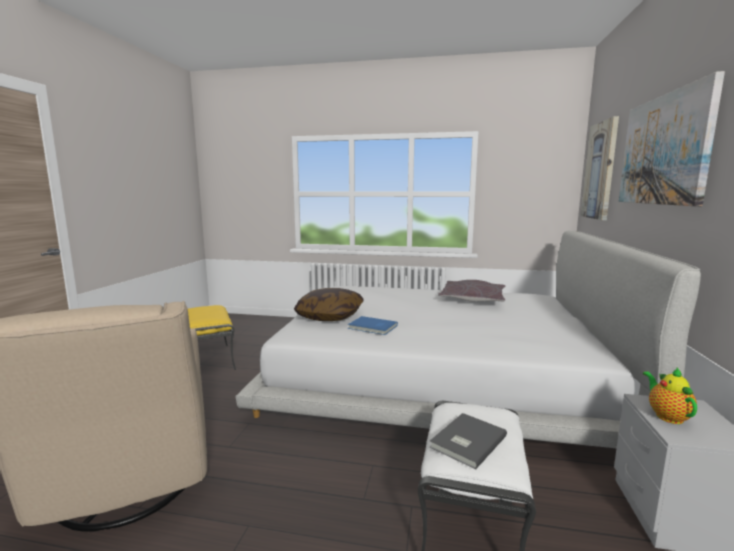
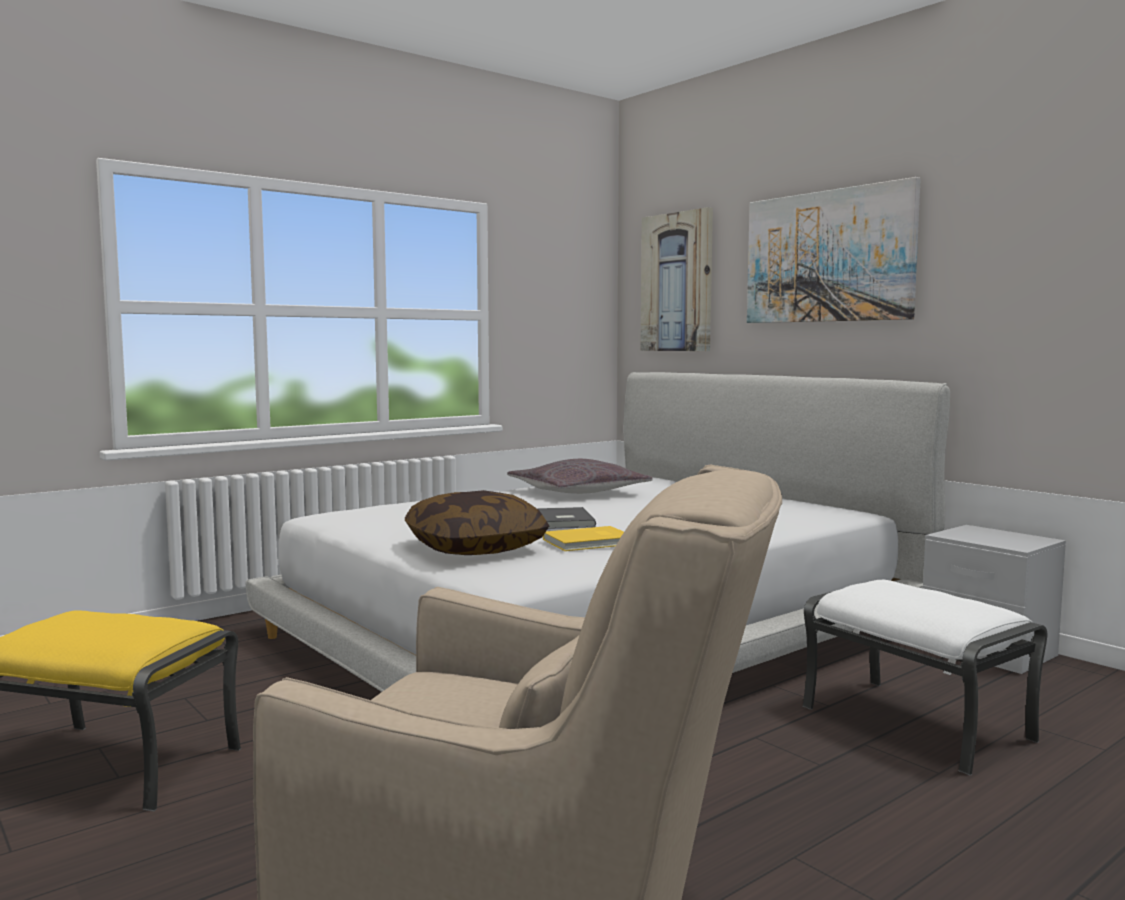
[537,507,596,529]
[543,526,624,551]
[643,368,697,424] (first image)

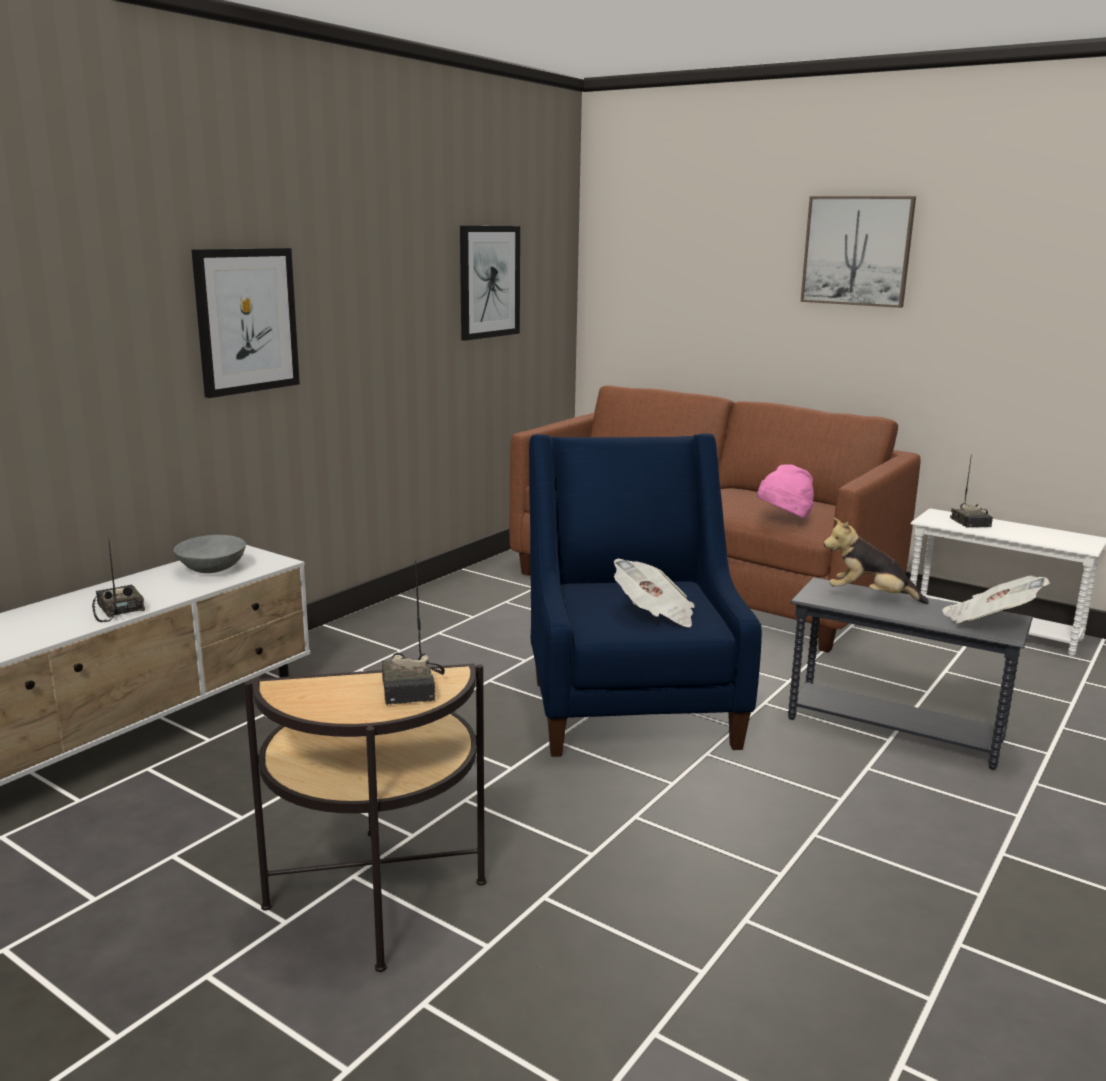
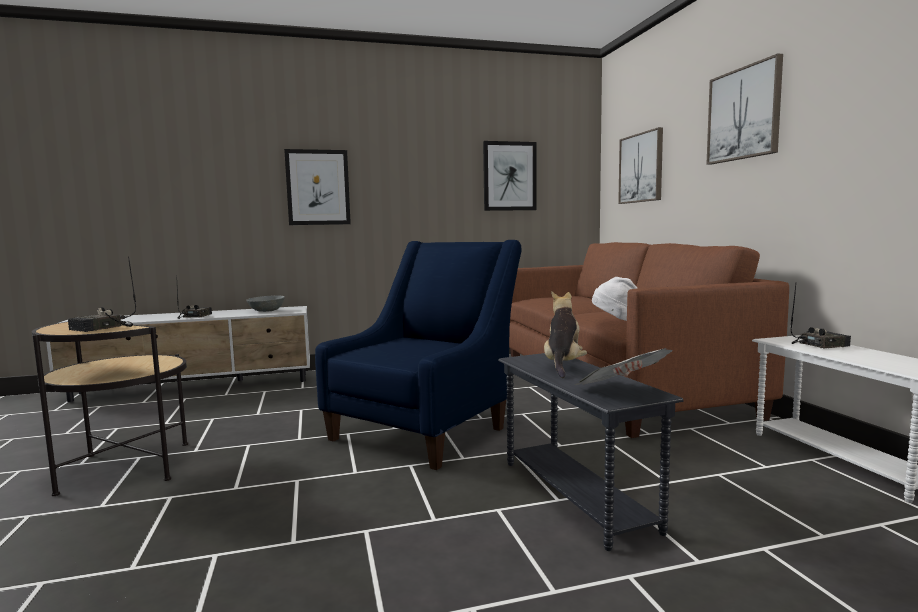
[544,291,587,378]
[592,277,637,321]
[618,127,663,204]
[791,285,851,348]
[614,559,694,627] (first image)

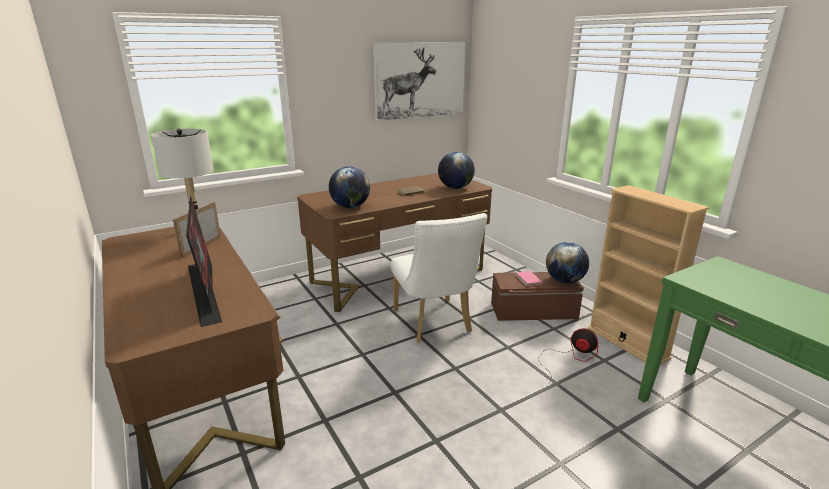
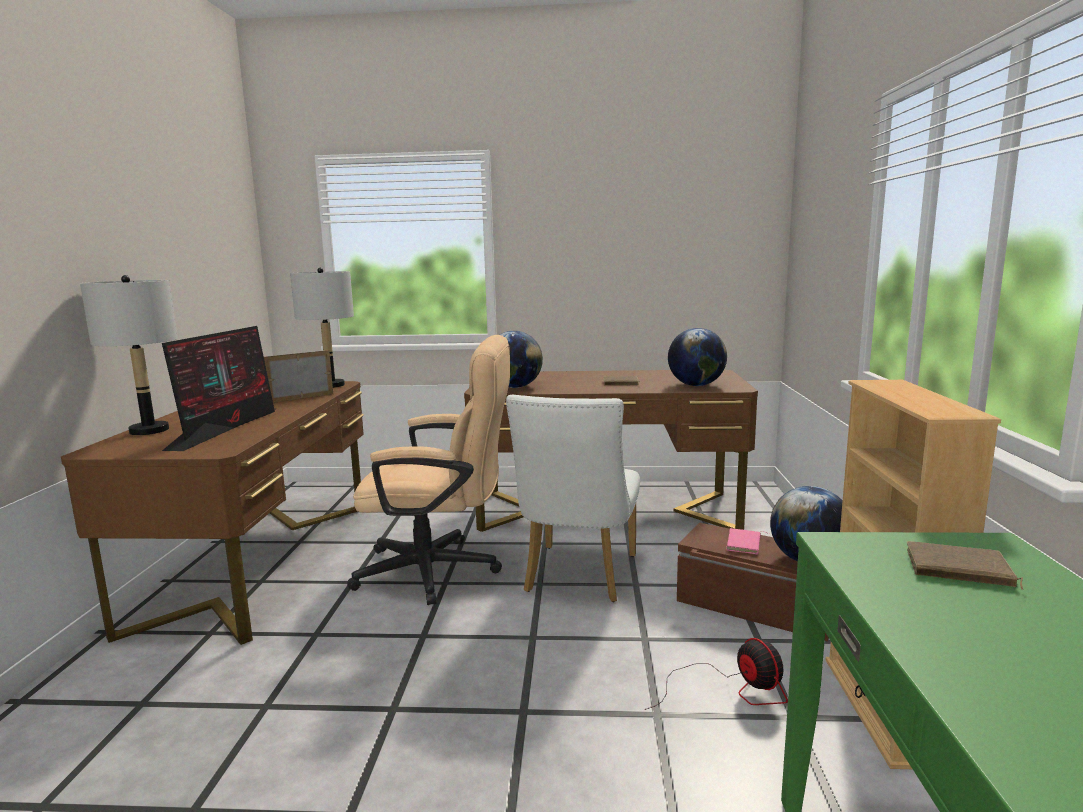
[80,275,178,435]
[347,335,510,605]
[907,541,1023,590]
[373,43,465,121] (first image)

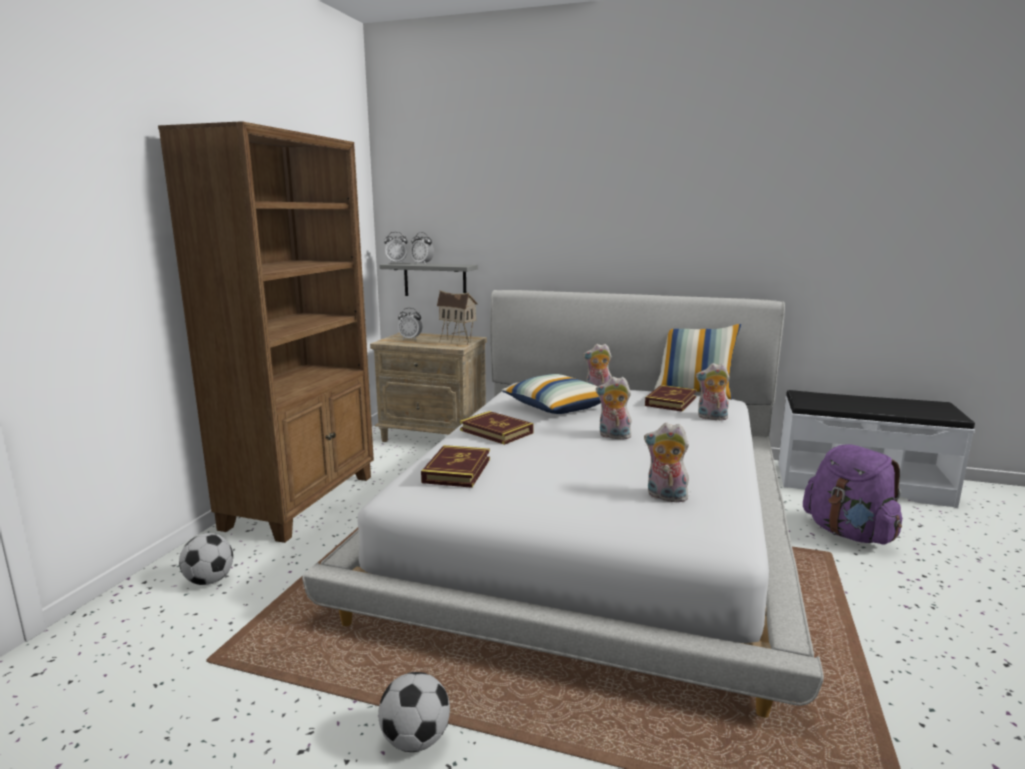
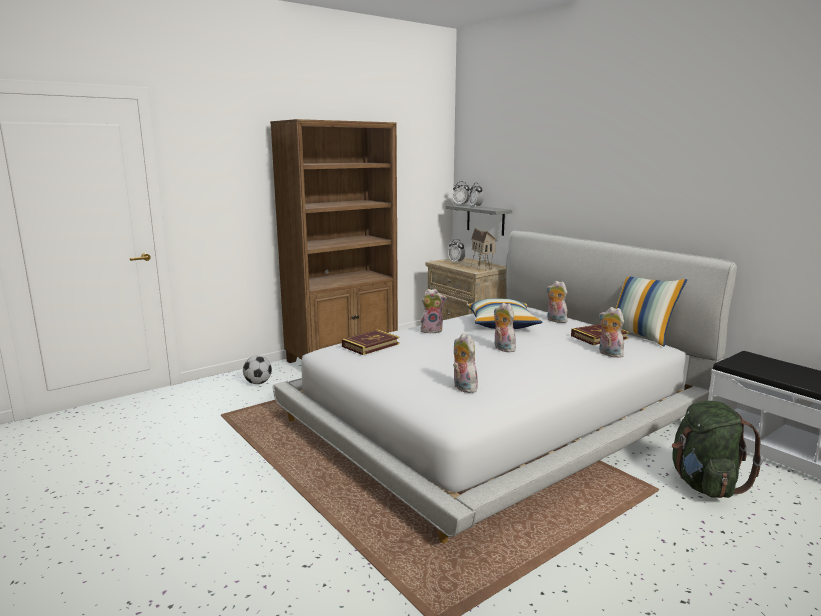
[420,289,447,334]
[672,401,763,498]
[378,672,450,752] (first image)

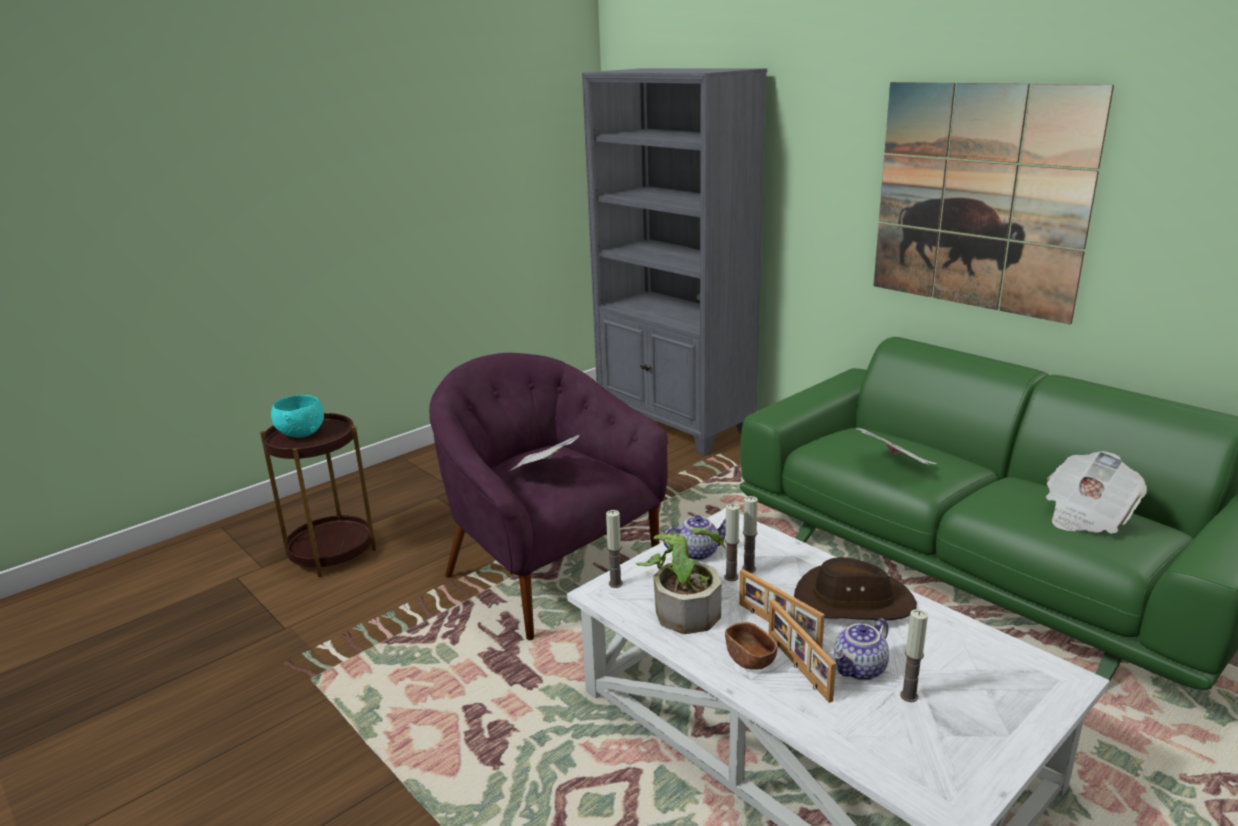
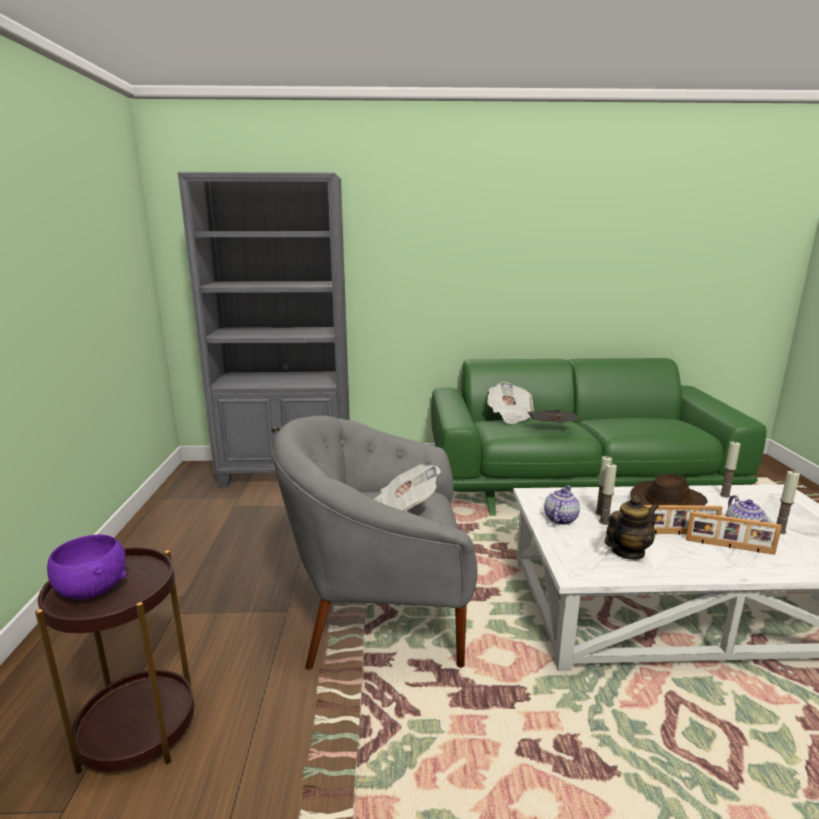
[47,535,126,599]
[273,416,478,670]
[487,382,534,424]
[605,495,659,559]
[719,442,741,498]
[725,622,778,670] (first image)
[873,82,1114,325] (first image)

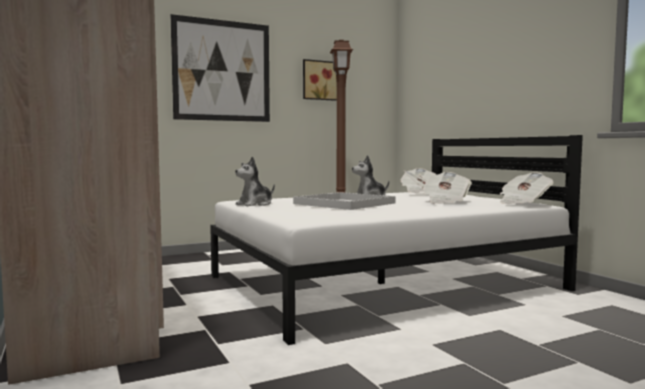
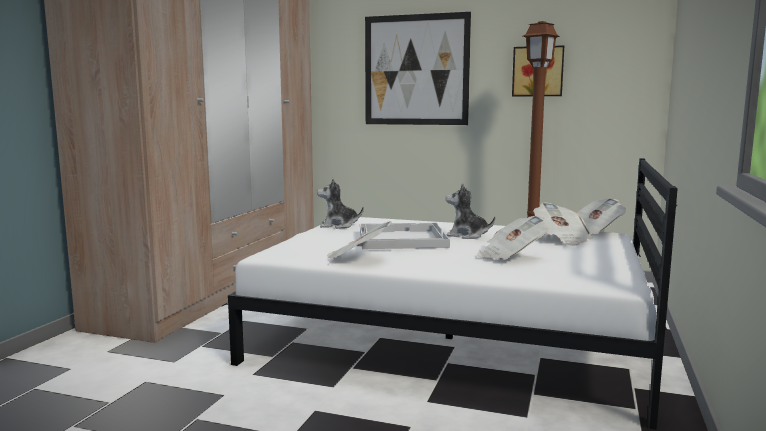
[327,221,392,260]

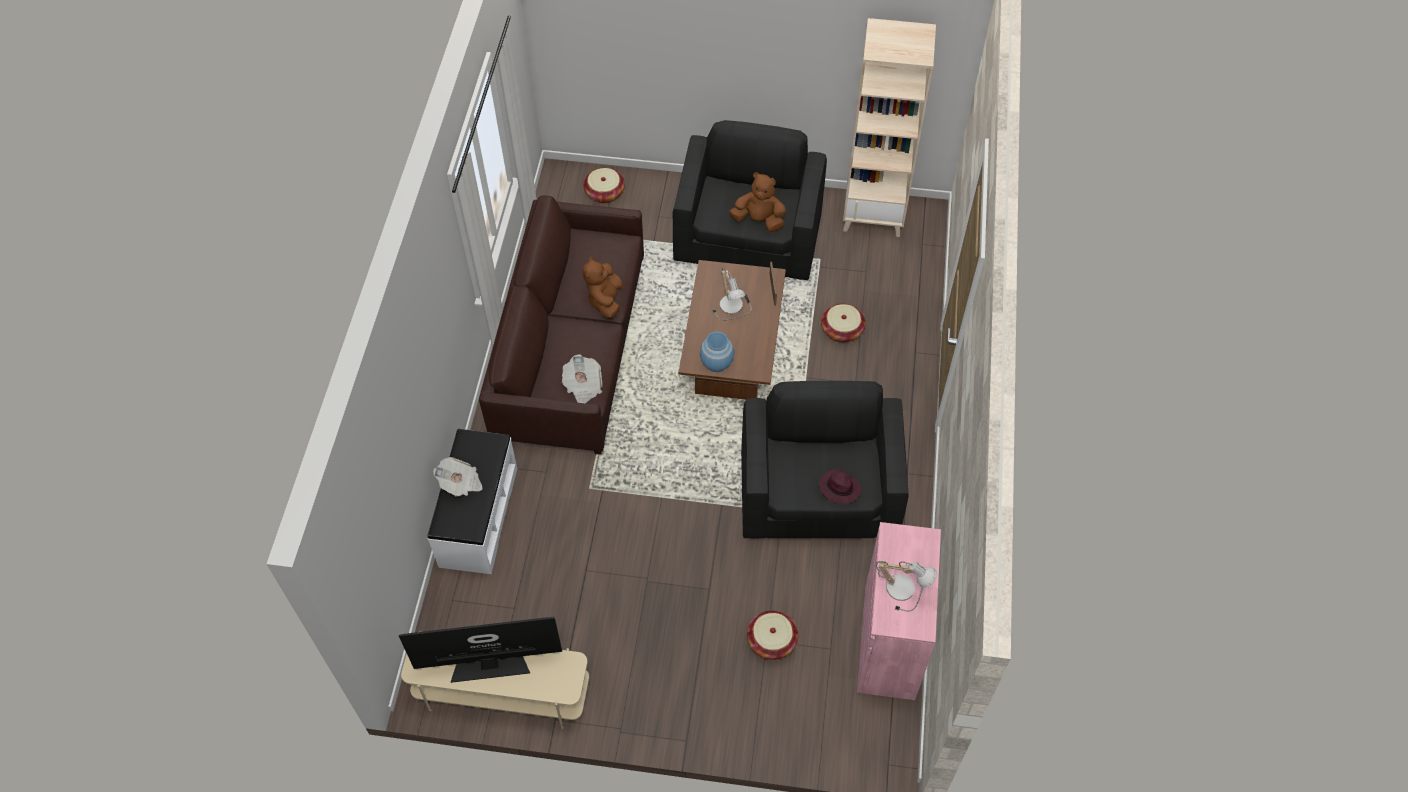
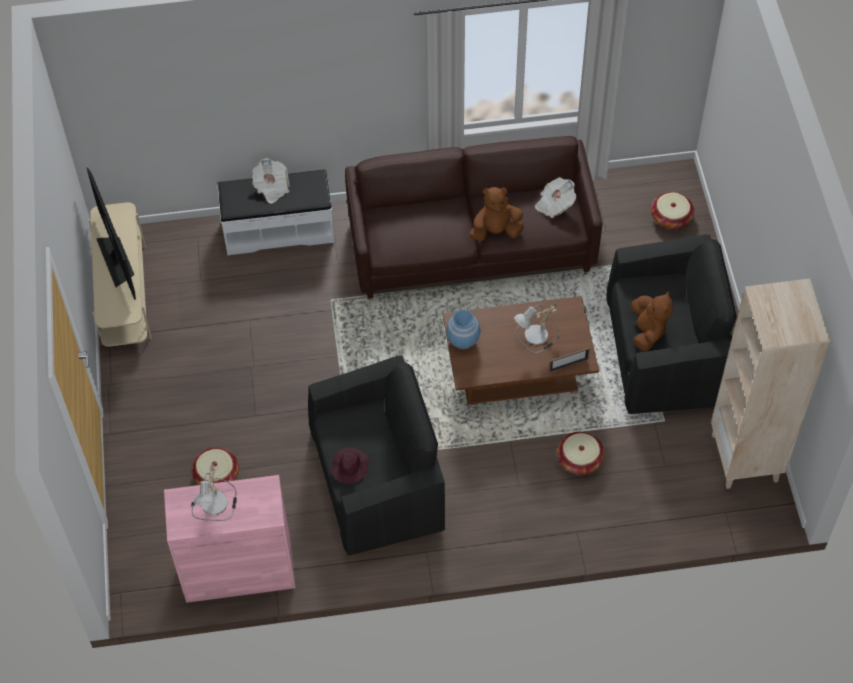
[535,177,576,218]

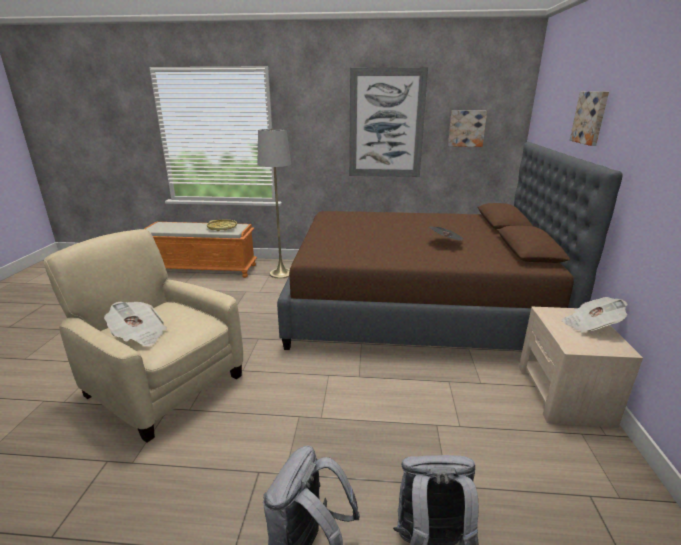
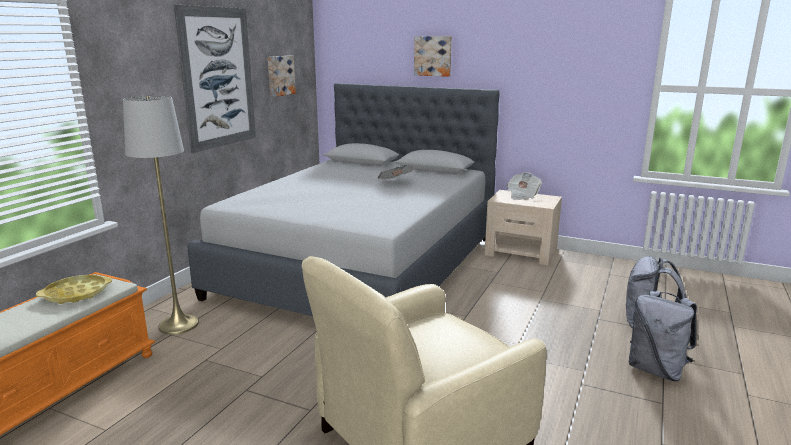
[187,83,500,316]
[104,302,167,347] (first image)

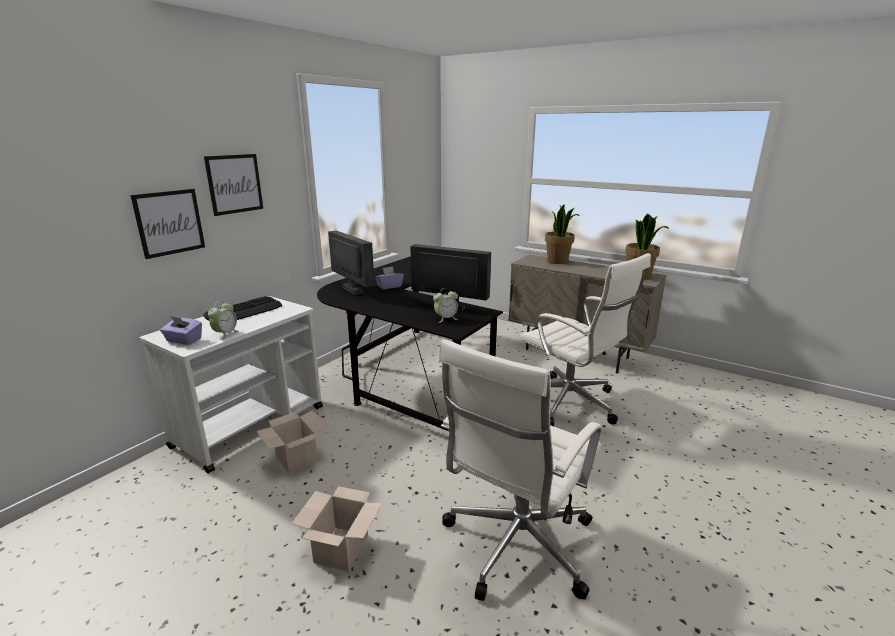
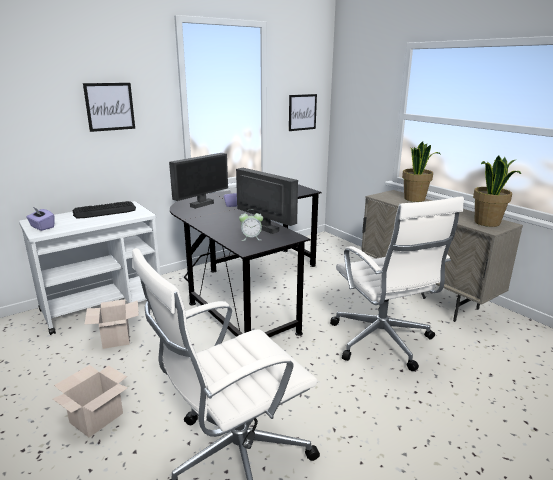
[169,153,228,209]
[289,94,317,131]
[208,301,239,340] (first image)

